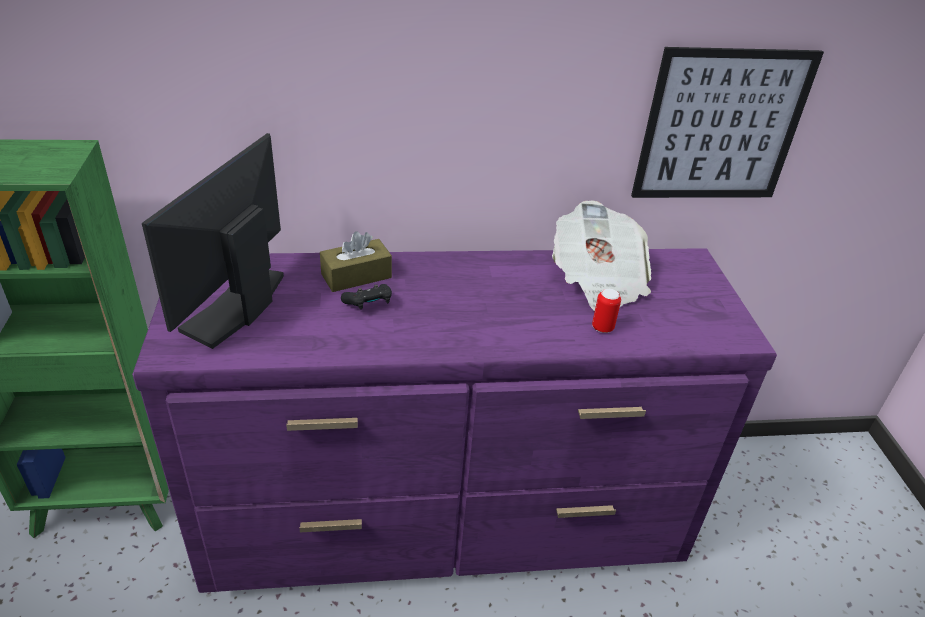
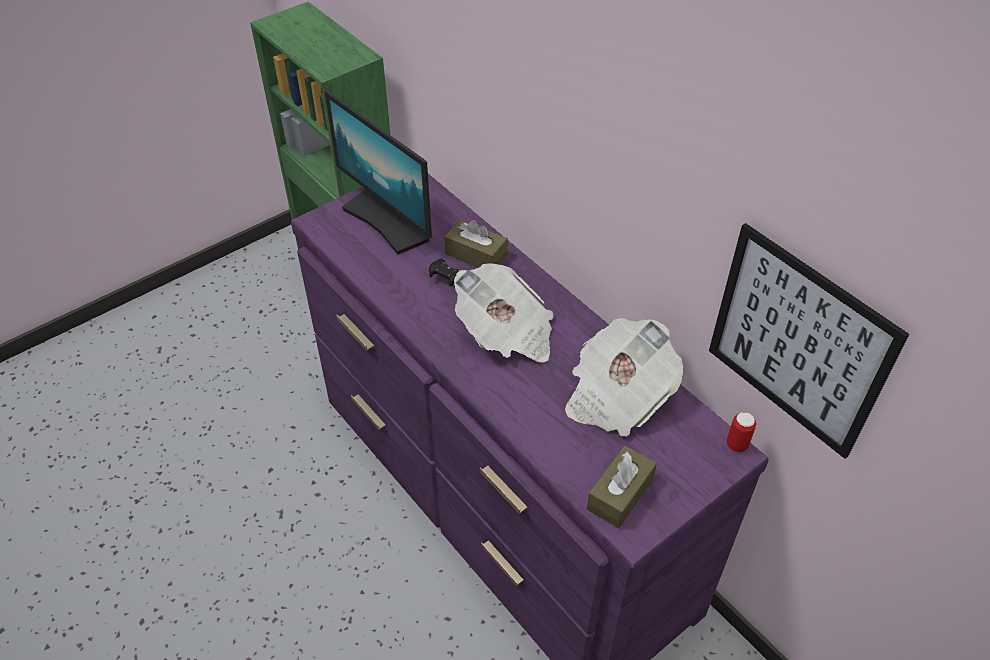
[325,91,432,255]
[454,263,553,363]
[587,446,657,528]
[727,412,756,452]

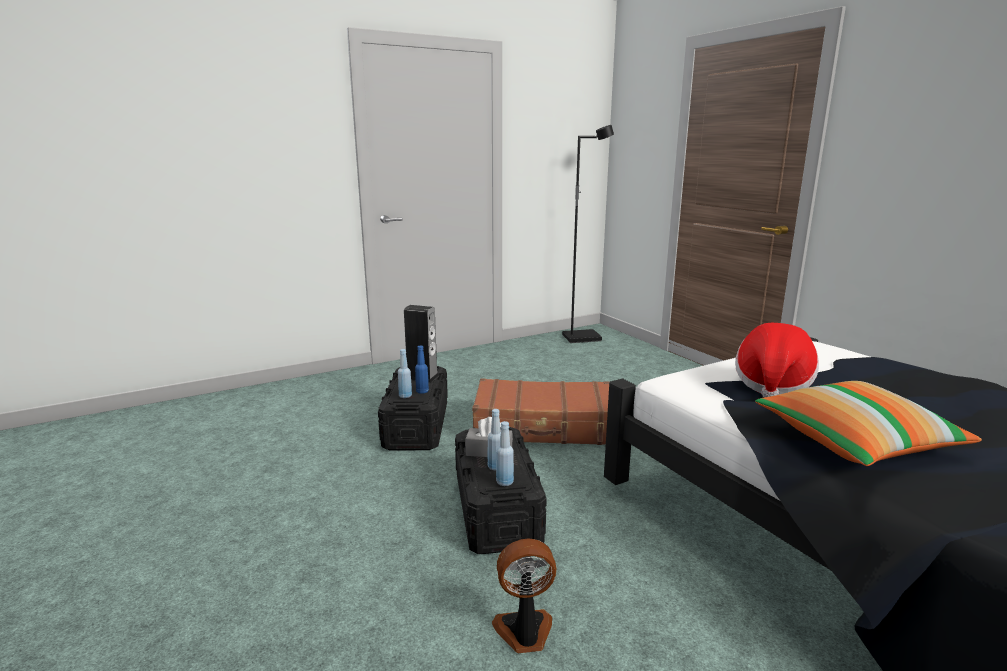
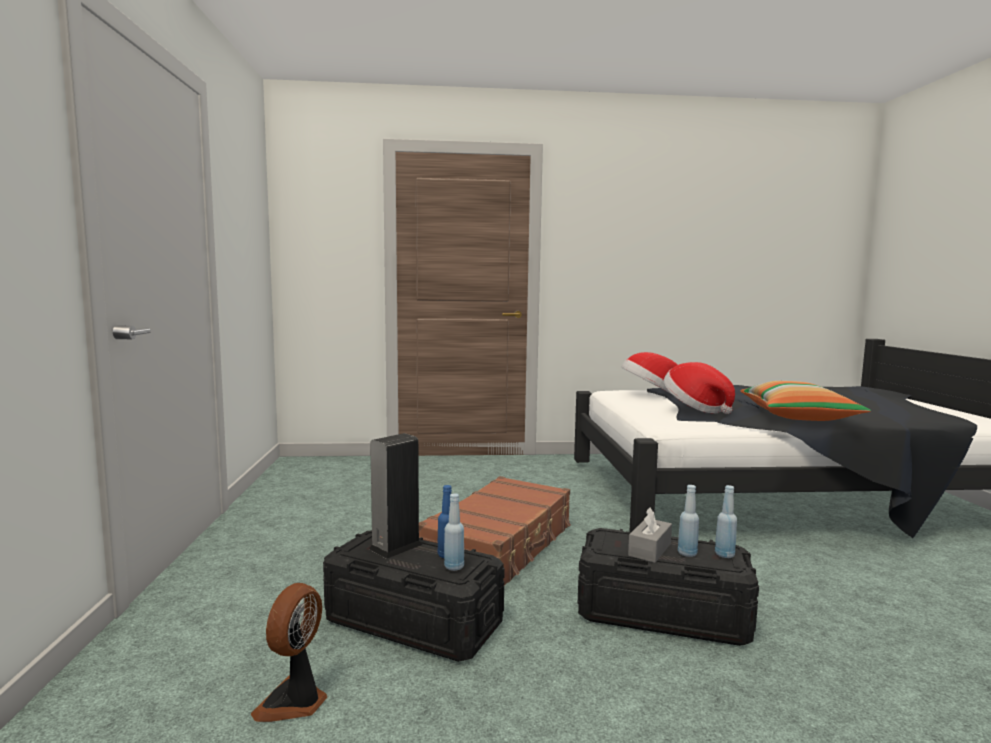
[251,583,327,722]
[621,352,678,393]
[562,125,614,343] (first image)

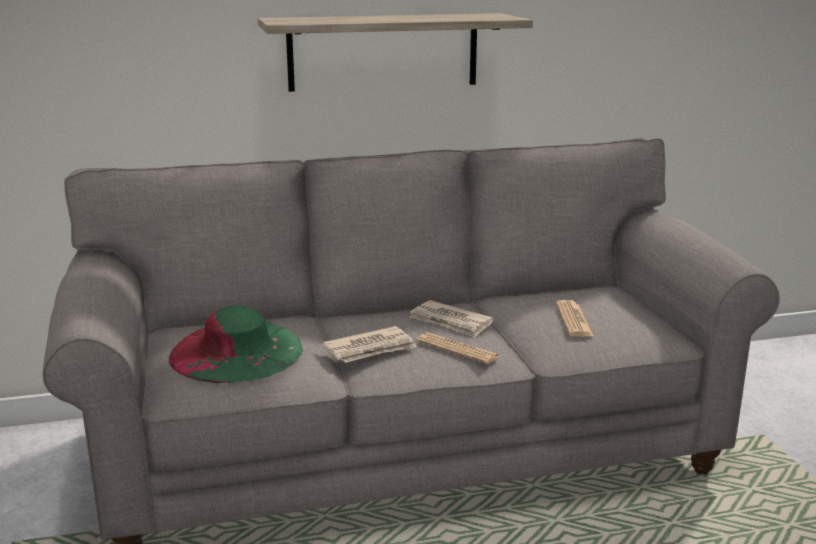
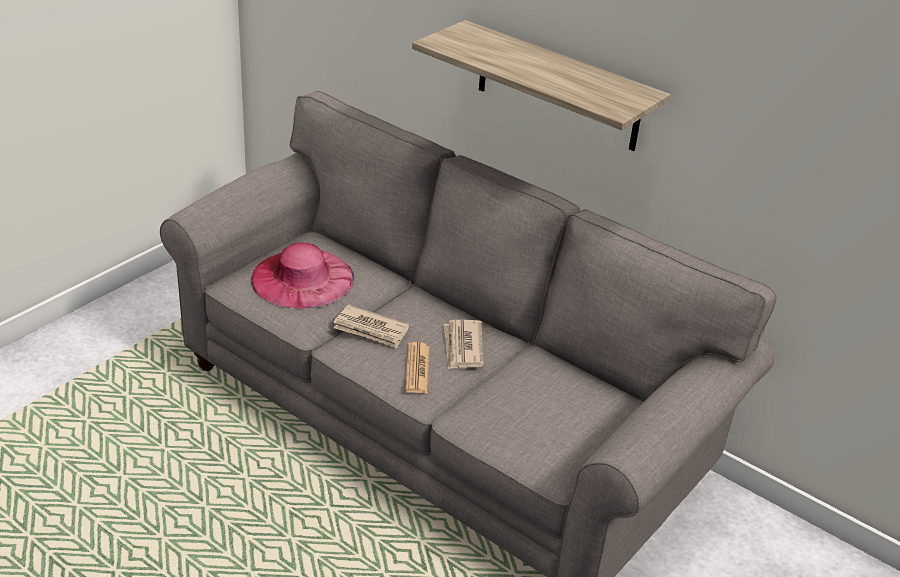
[251,243,354,309]
[556,300,594,337] (first image)

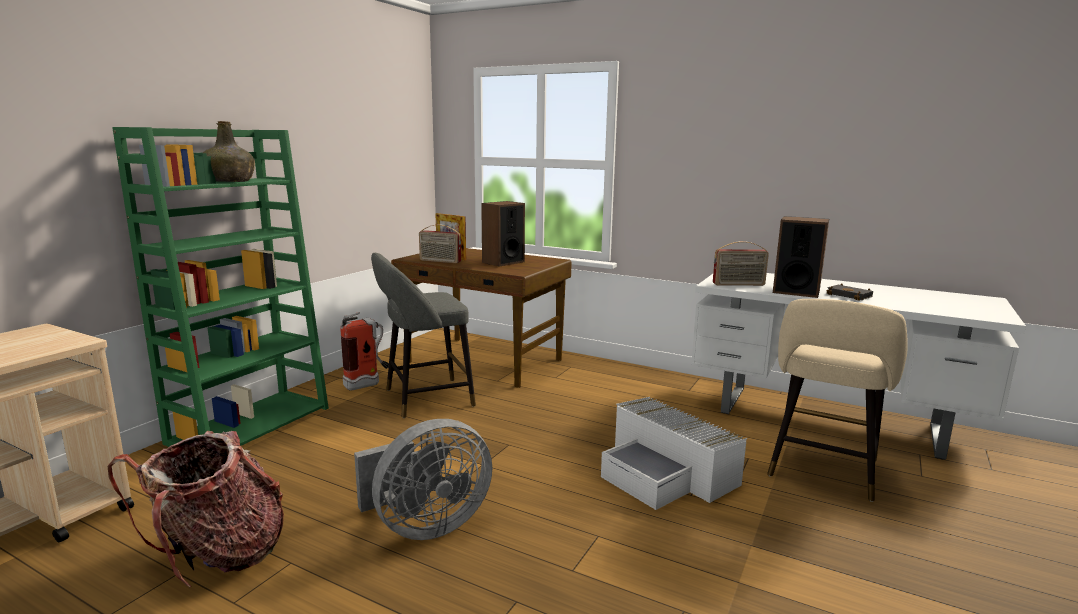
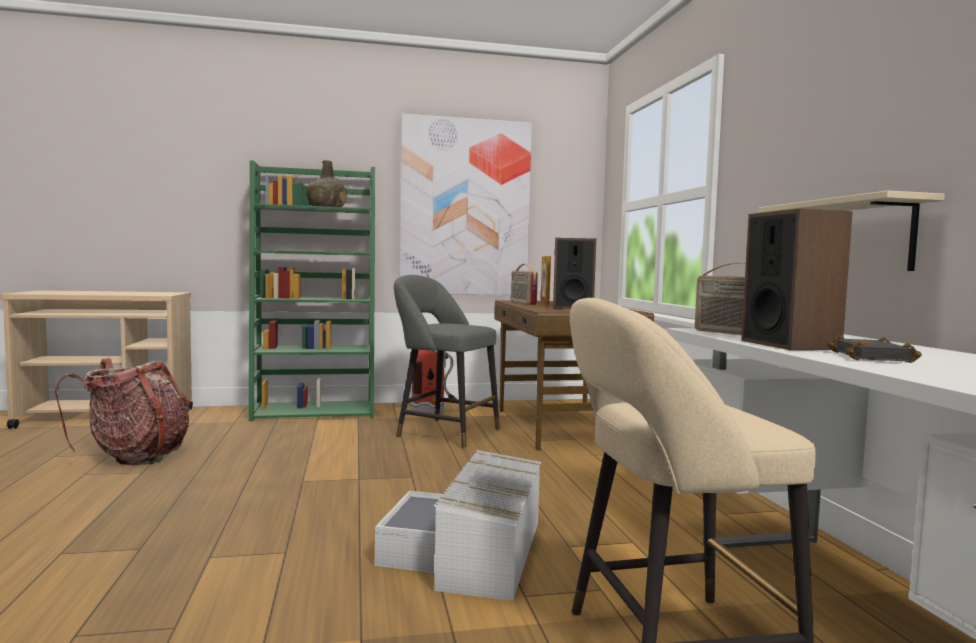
[399,114,532,295]
[758,190,945,271]
[354,419,492,540] (first image)

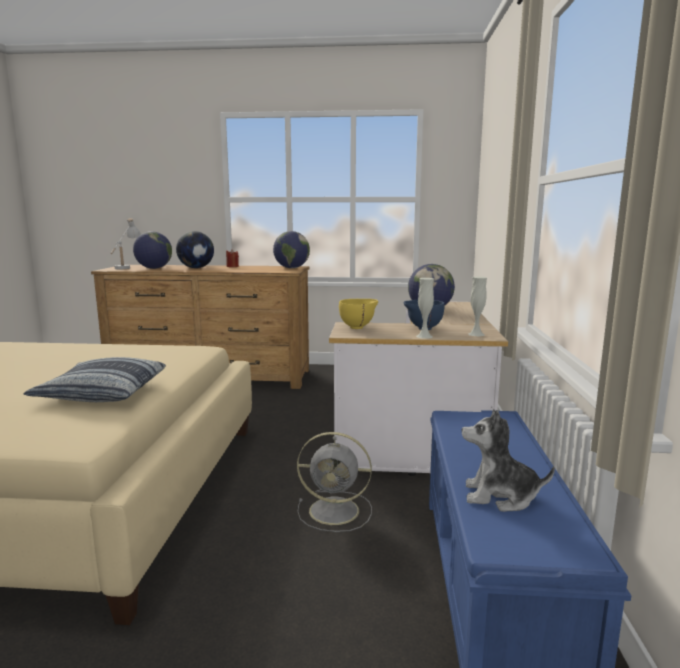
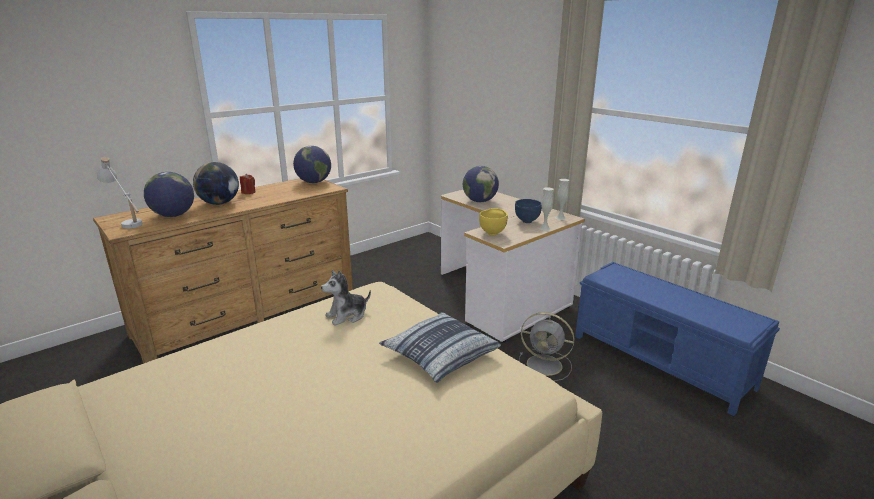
[321,270,371,325]
[519,312,574,381]

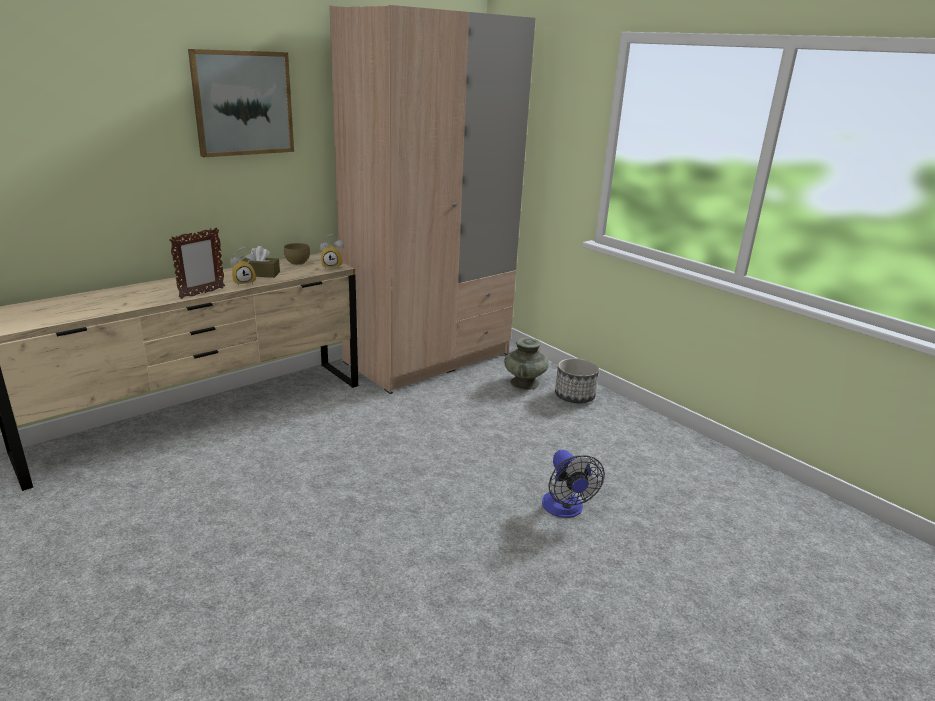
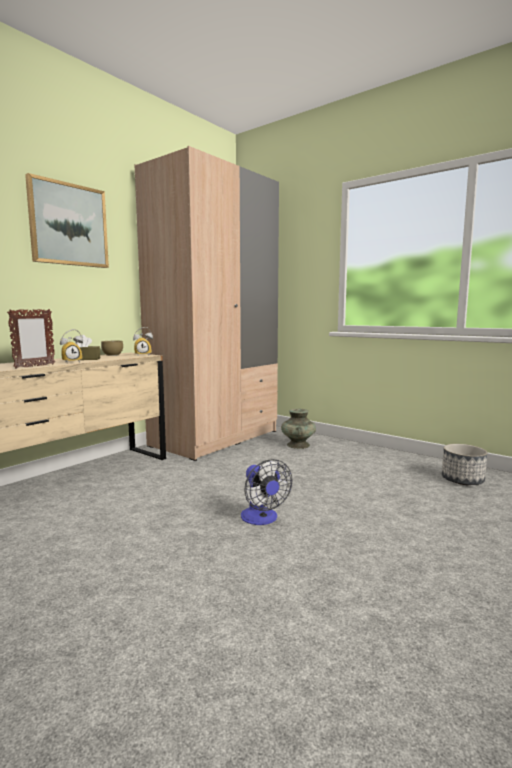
[241,459,292,525]
[442,444,487,485]

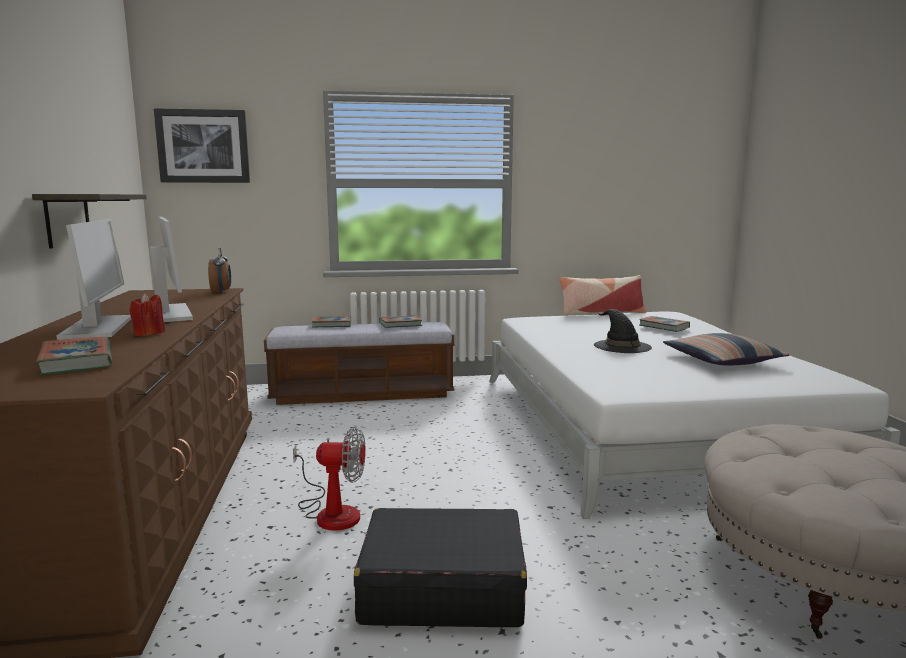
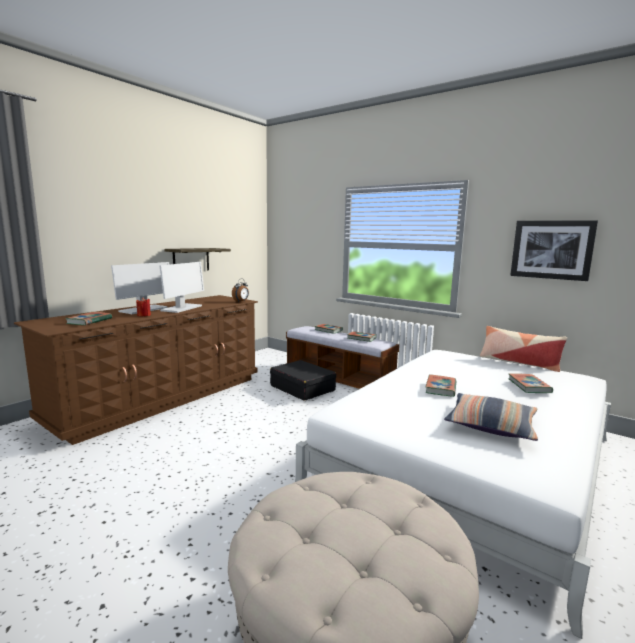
[270,360,337,401]
[426,374,456,397]
[510,220,598,281]
[293,427,365,531] (first image)

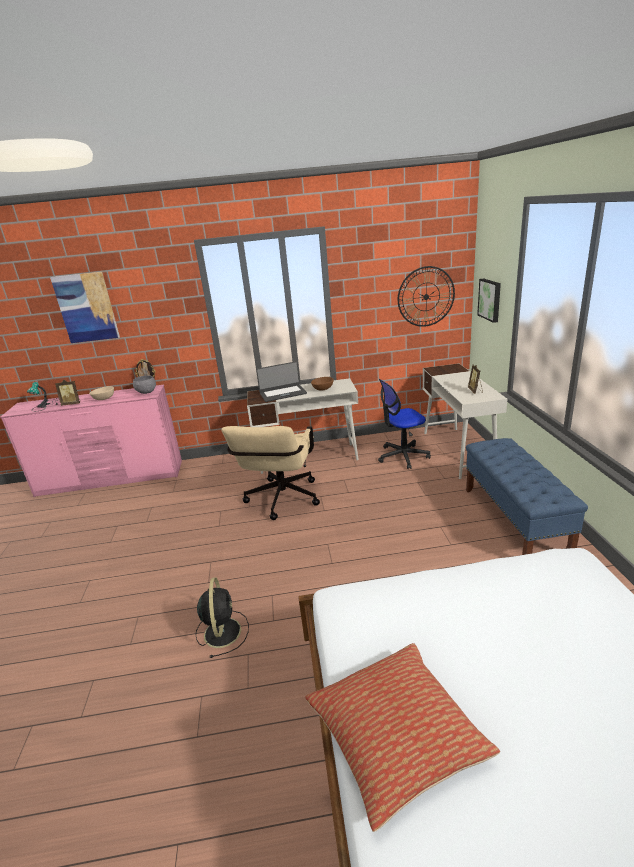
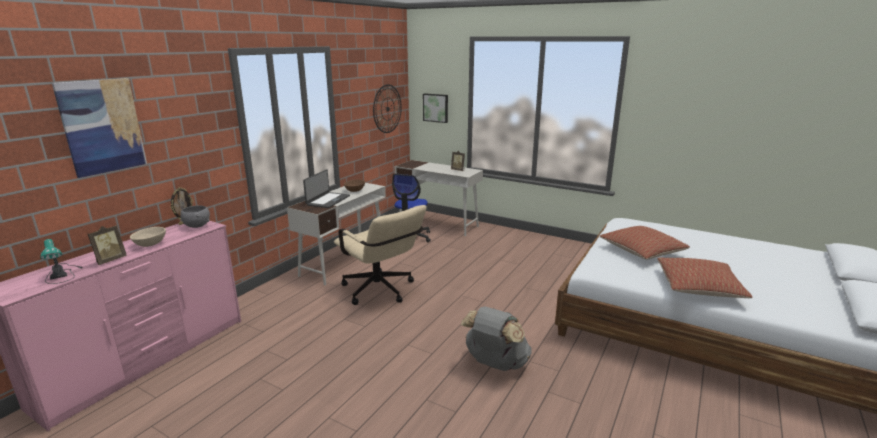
[461,307,532,371]
[600,226,690,260]
[466,438,588,555] (first image)

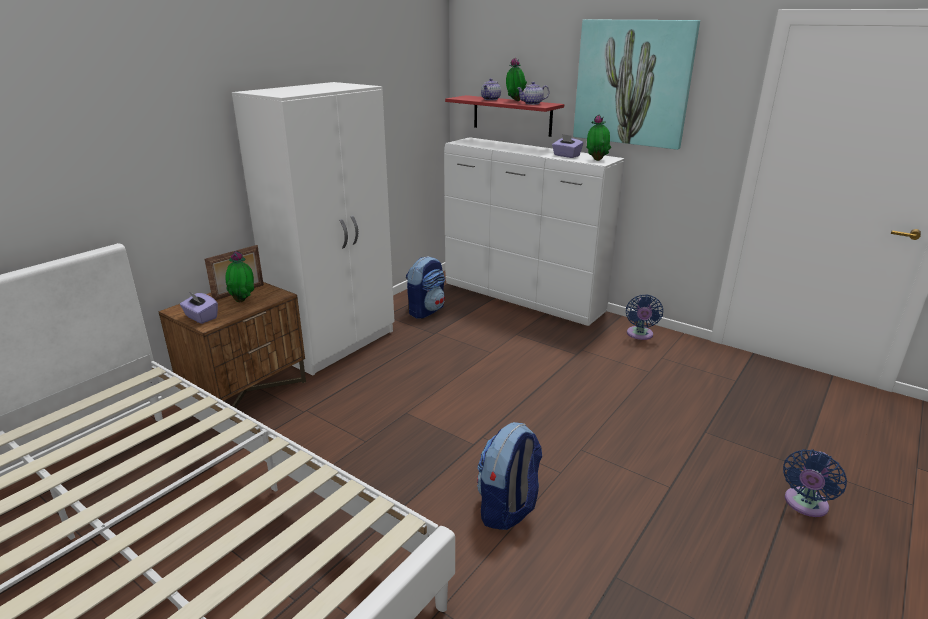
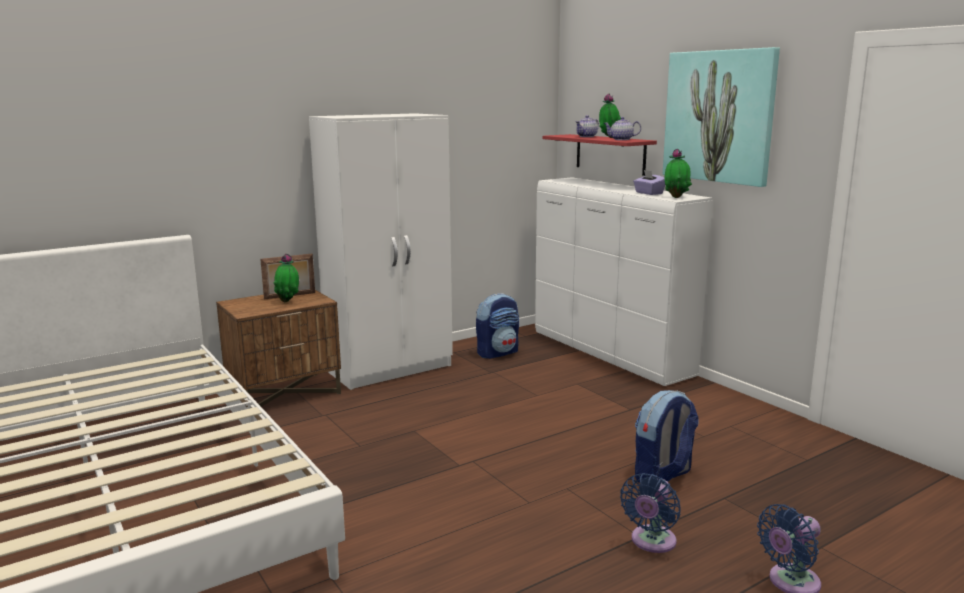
[620,473,681,553]
[635,390,699,483]
[180,293,218,324] (first image)

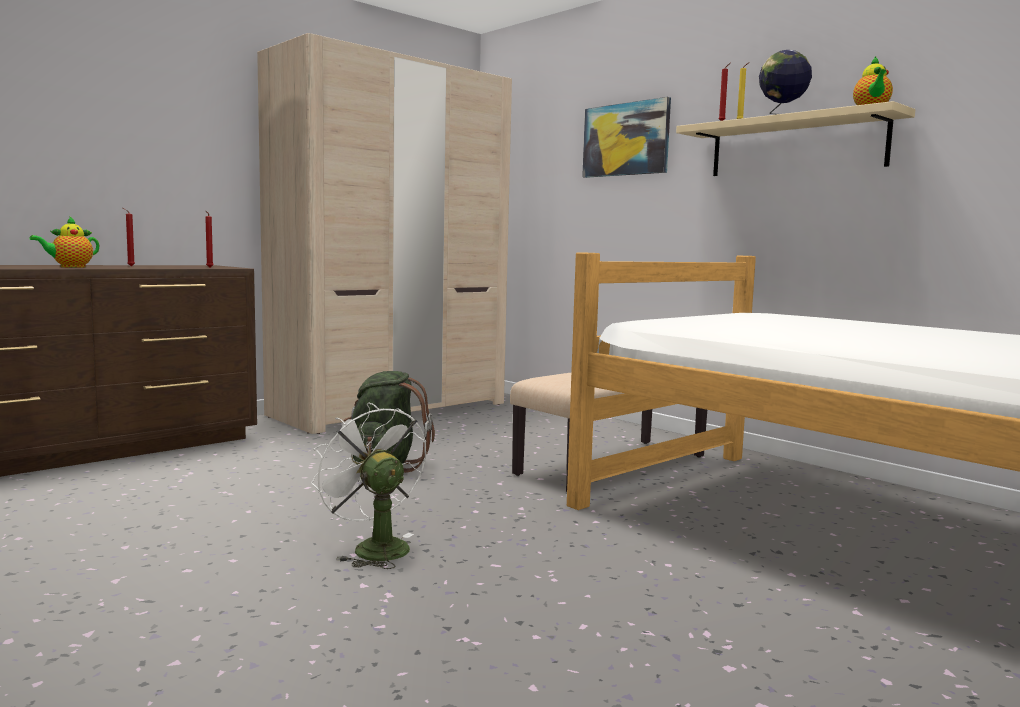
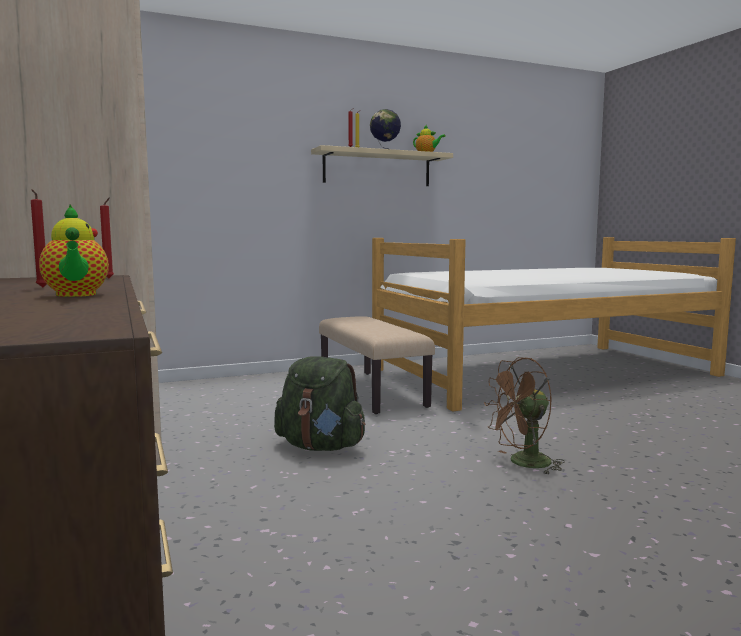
[484,357,565,474]
[582,97,671,178] (first image)

